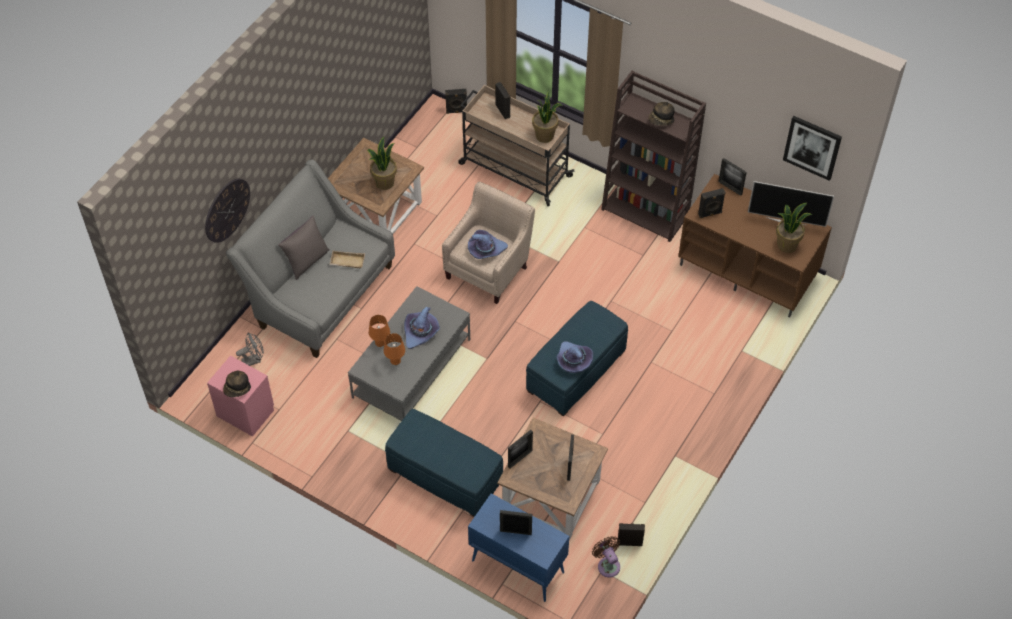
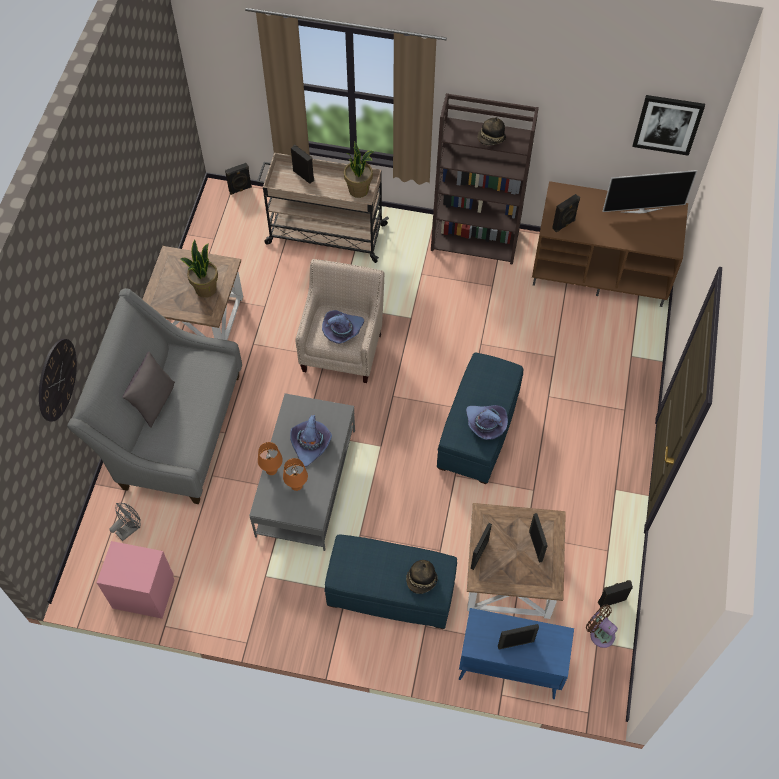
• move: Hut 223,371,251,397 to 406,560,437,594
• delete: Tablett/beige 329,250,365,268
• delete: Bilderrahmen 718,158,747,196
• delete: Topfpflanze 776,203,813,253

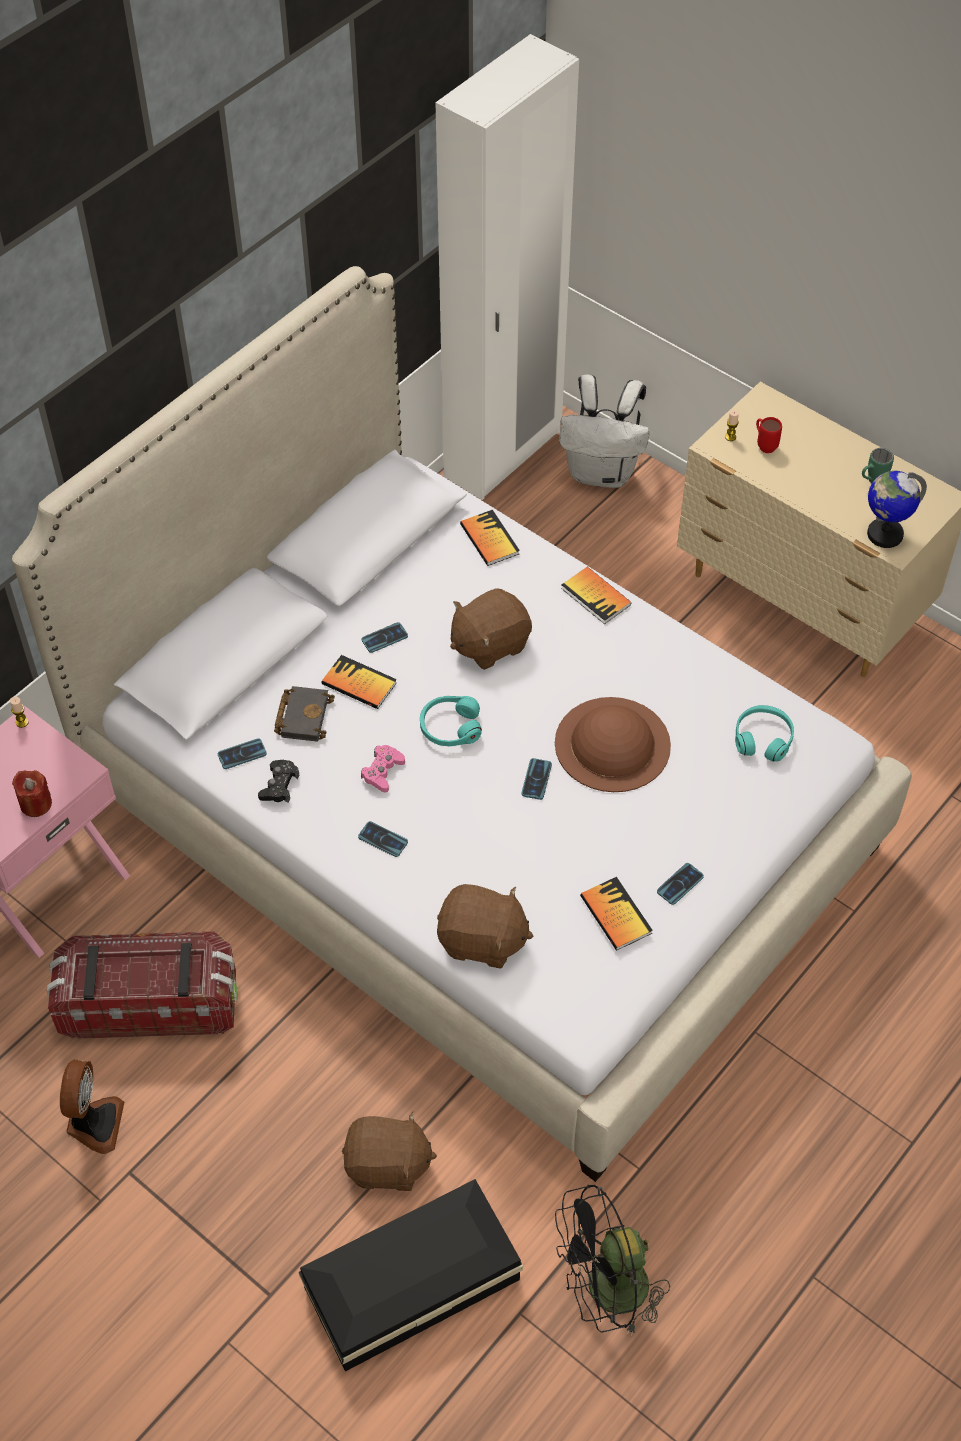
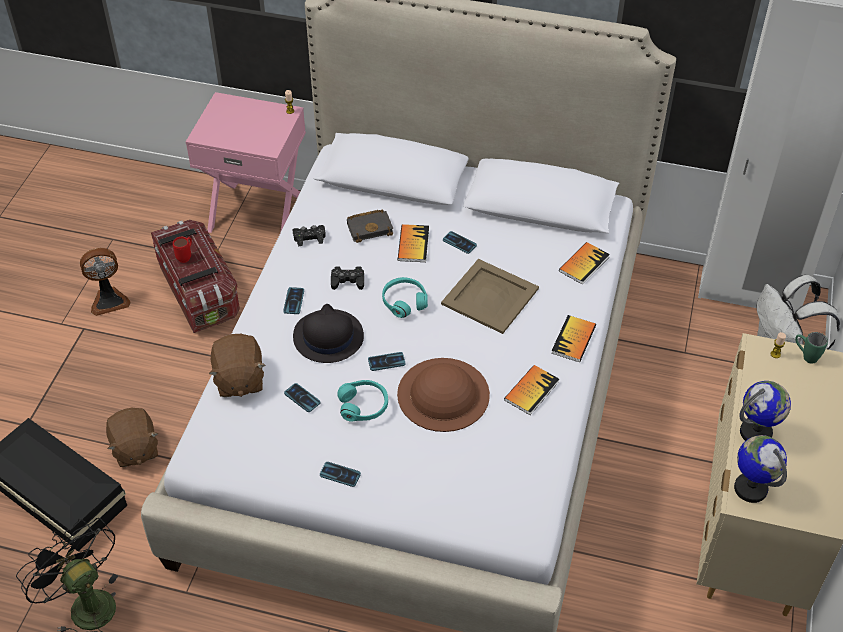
• move: Henkelbecher/rot 756,417,782,453 to 173,237,192,263
• move: Handy 218,738,267,769 to 284,383,320,412
• insert: Hut/schwarz 293,304,364,363
• recolor: Gamepad/rosa 361,745,405,792 to Gamepad/schwarz 331,267,364,290
• move: Kopfhörer/türkis 735,705,794,762 to 338,380,388,422
• replace: Plüschtier/braun 450,588,532,670 to Tablett/beige 441,259,539,334
• move: Buch 580,877,653,951 to 504,365,559,415
• insert: Globus 739,381,791,441
• move: Henkelbecher/grün 862,448,894,483 to 795,332,828,364
• delete: Kerze/rot 12,770,52,817

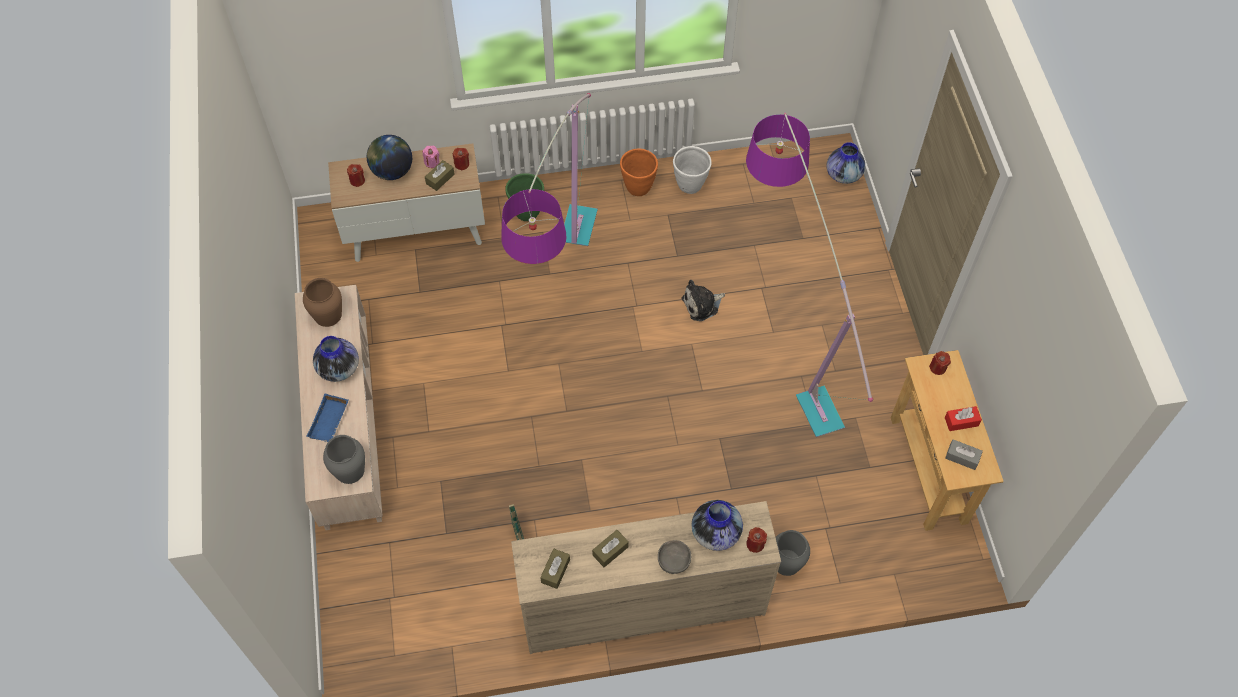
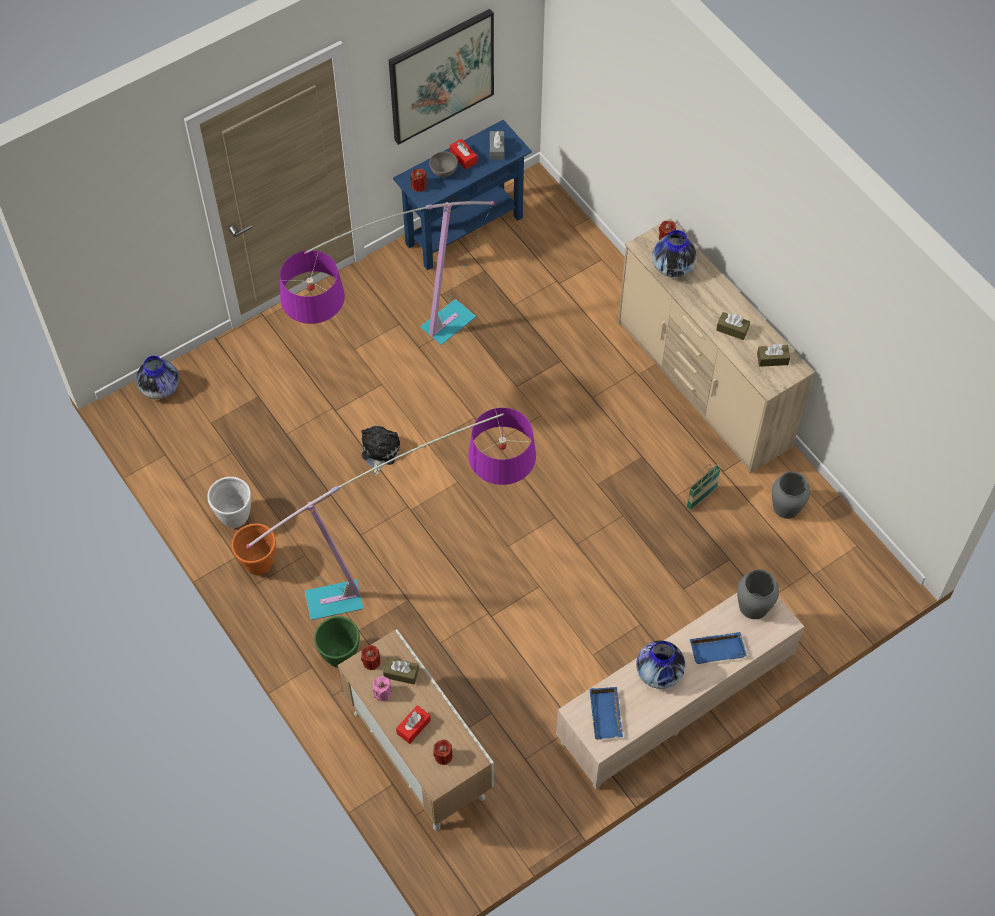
• rotate: Plüschtier 681,280,725,321 = 361,426,400,476 120 degrees counterclockwise
• insert: Bild 389,9,494,145
• recolor: Konsolentisch/beige 891,350,1004,531 to Konsolentisch/blau 393,120,532,270
• replace: Globus 367,135,412,180 to Taschentuchbox/rot 396,705,431,744
• move: Schüssel/grau 658,540,691,574 to 429,151,458,177
• replace: Vase/braun 303,278,342,327 to Tablett/blau 590,687,623,740
• move: Vase/grau 775,530,810,576 to 772,471,810,519

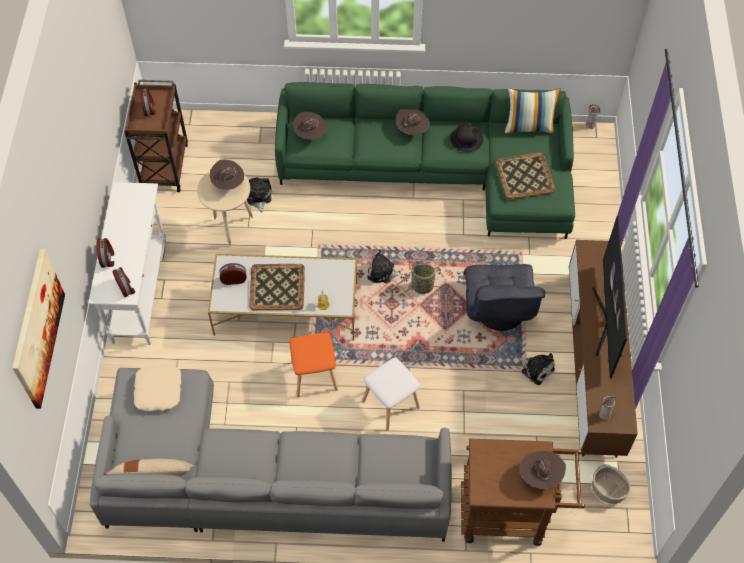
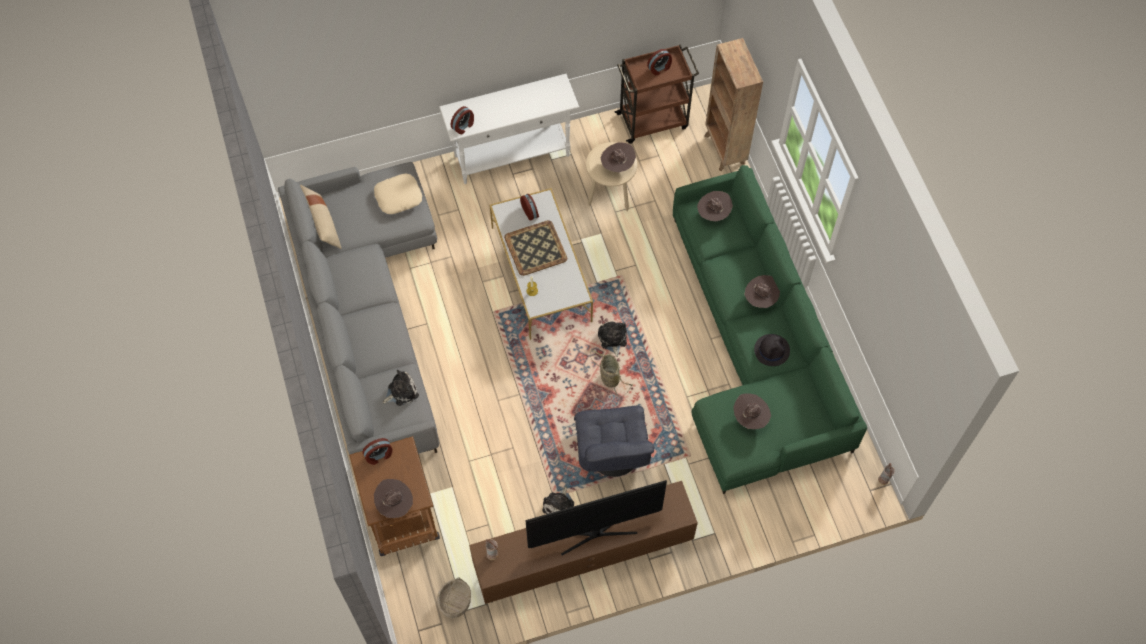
• move: Wecker 96,238,114,268 to 363,438,392,465
• move: Plüschtier 247,178,272,213 to 382,370,419,406
• rotate: Sessel/grau 464,264,545,331 = 574,406,654,477 75 degrees counterclockwise
• insert: Bücherregal/braun 704,38,763,171
• replace: Tablett 495,153,556,199 to Hut/braun 733,394,771,429
• delete: Bild 12,249,65,409
• delete: Hocker/orange 289,332,338,397
• delete: Hocker/weiß 362,358,420,431
• delete: Kissen 505,88,561,133

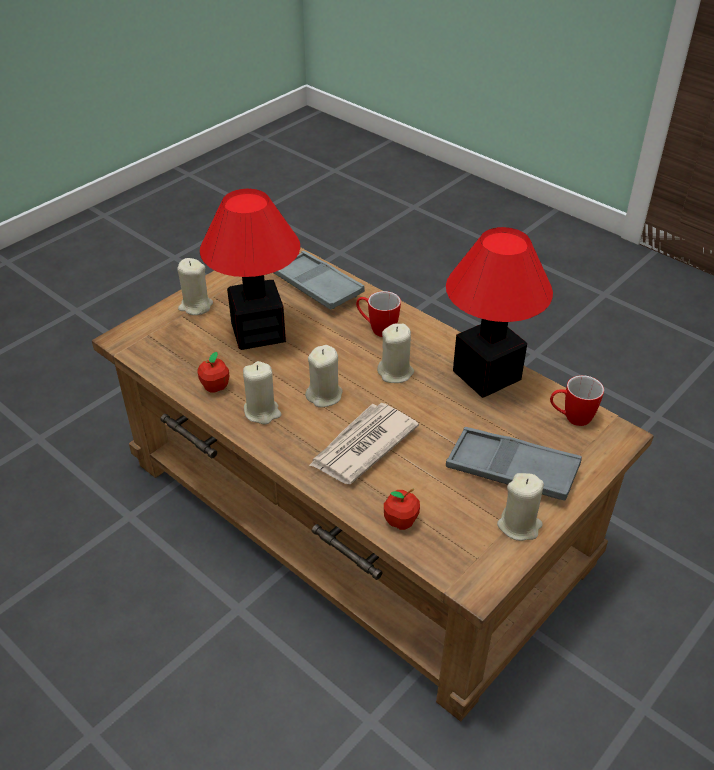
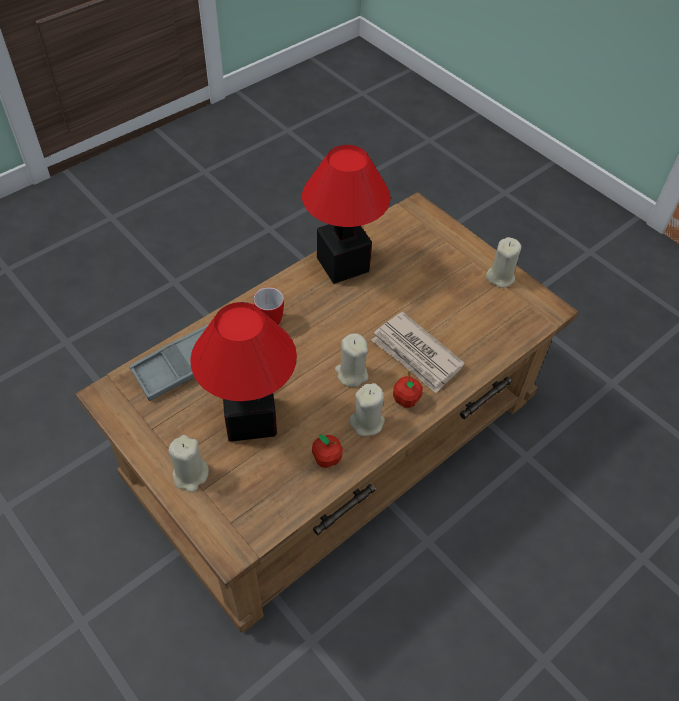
• move: Apfel 384,488,420,530 to 393,371,423,408
• delete: Kerze/beige 377,323,414,383
• delete: Tablett/grau 446,427,582,501
• delete: Henkelbecher 550,375,604,426

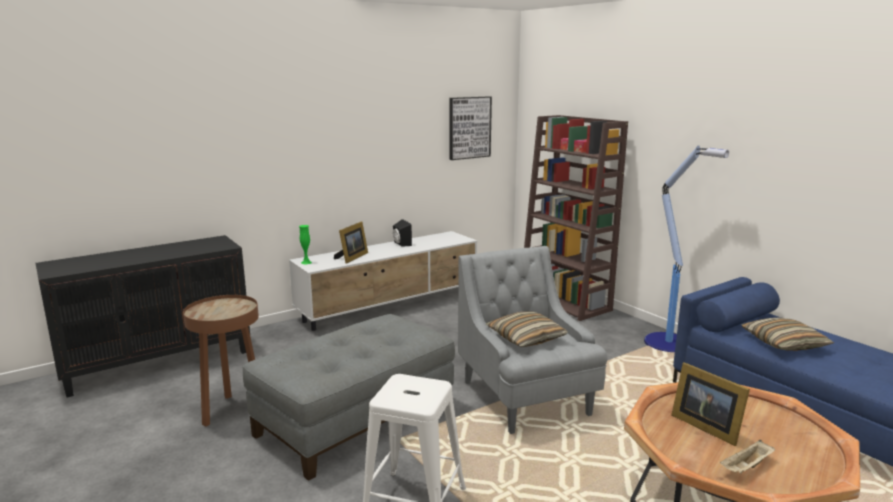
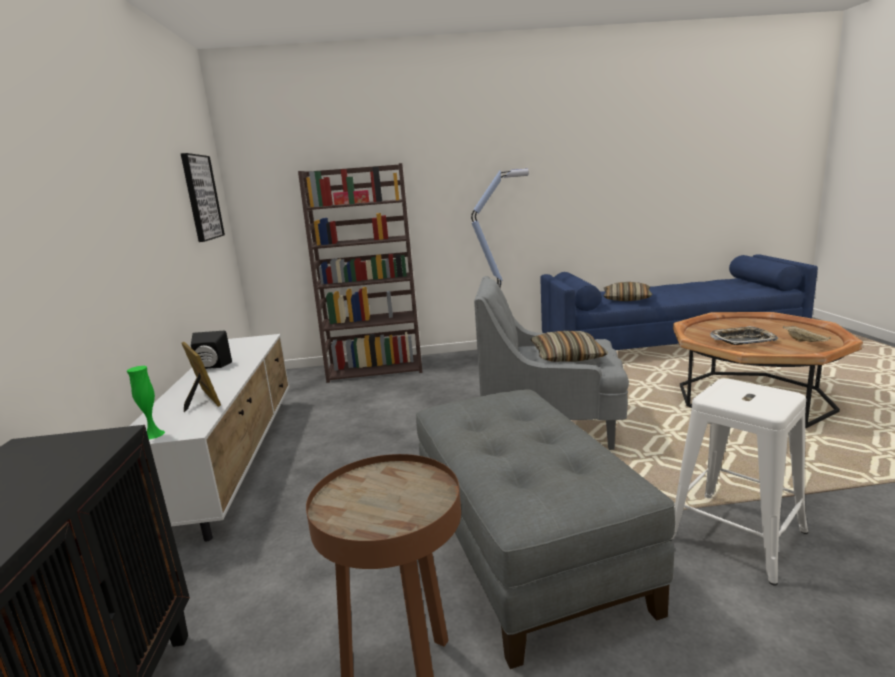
• replace: Bilderrahmen 671,362,750,446 to Tablett 710,326,778,345

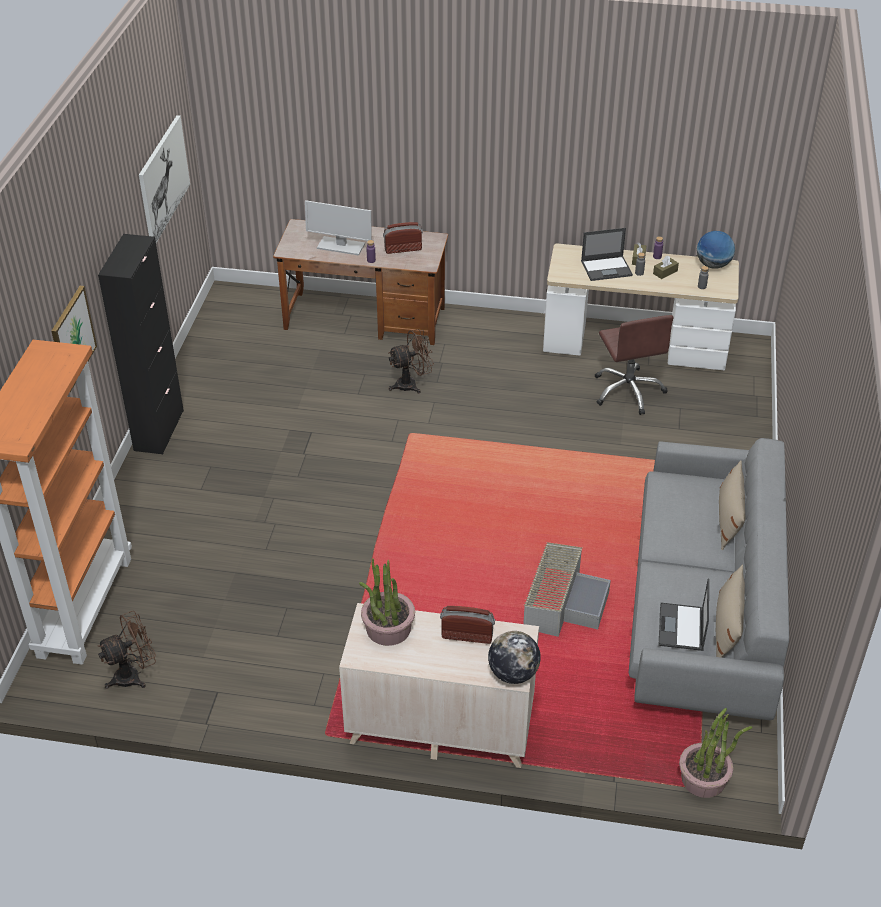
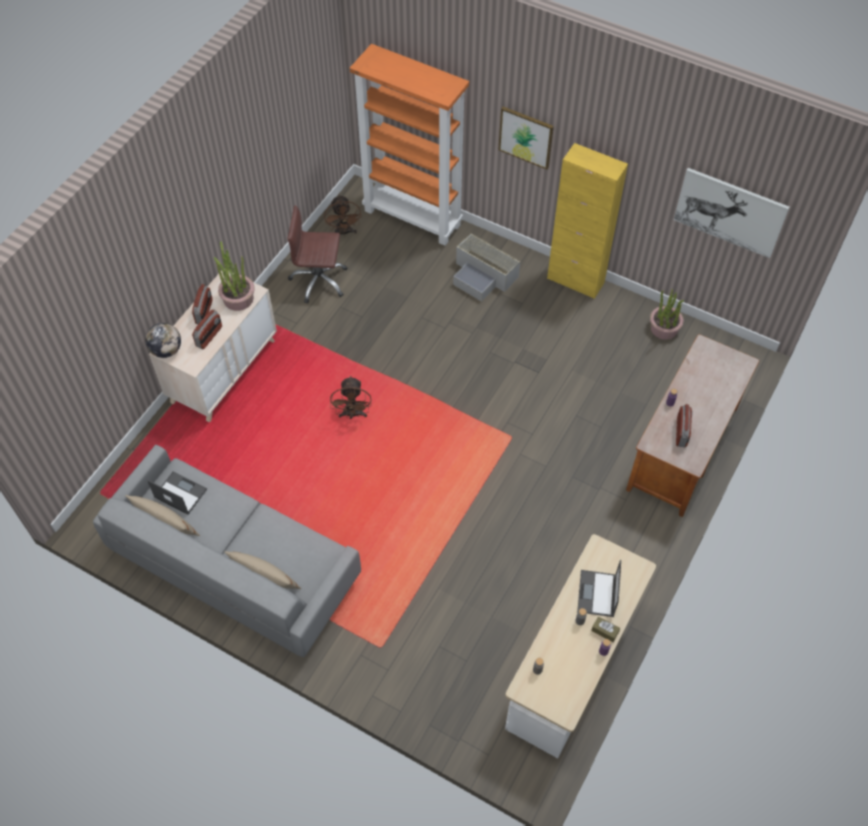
• insert: Radio 192,284,213,324
• move: Bürostuhl/braun 595,315,674,415 to 287,206,348,304
• move: Ventilator/braun 388,329,434,394 to 330,376,372,419
• move: Aufbewahrungsbox/grau 523,542,611,637 to 453,234,520,302
• recolor: Schrank/schwarz 98,234,184,454 to Schrank/gelb 547,143,628,299
• move: Topfpflanze 679,708,752,798 to 650,289,684,340
• delete: Monitor 305,200,372,255
• delete: Taschentuchbox/braun 653,256,679,279
• delete: Globus 697,231,735,269

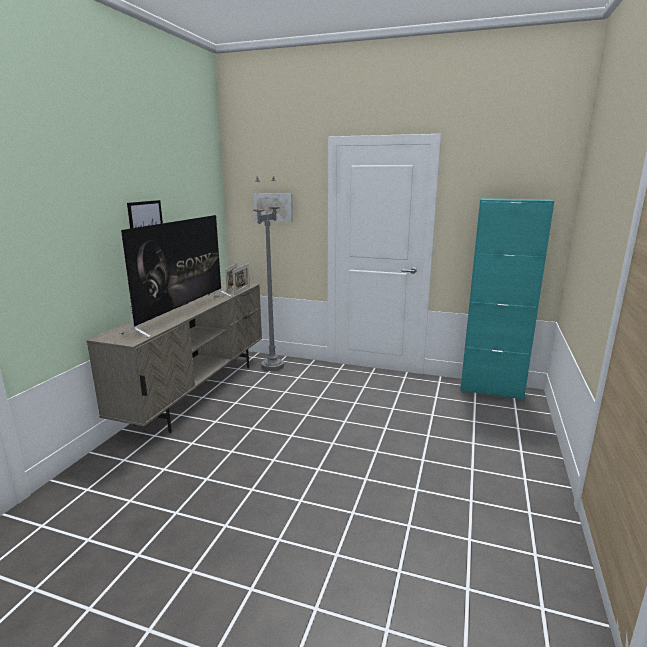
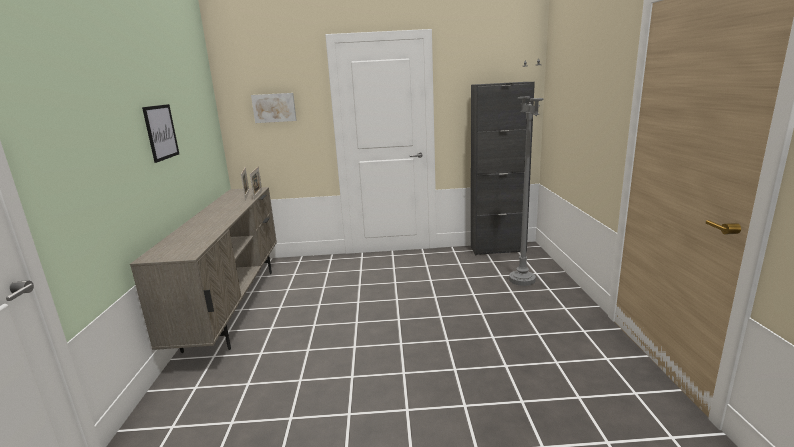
• recolor: Schrank/türkis 460,198,554,400 to Schrank/schwarz 471,82,535,255
• move: Stehlampe/grau 253,176,284,371 to 509,59,544,286
• delete: Fernseher 120,215,232,338

